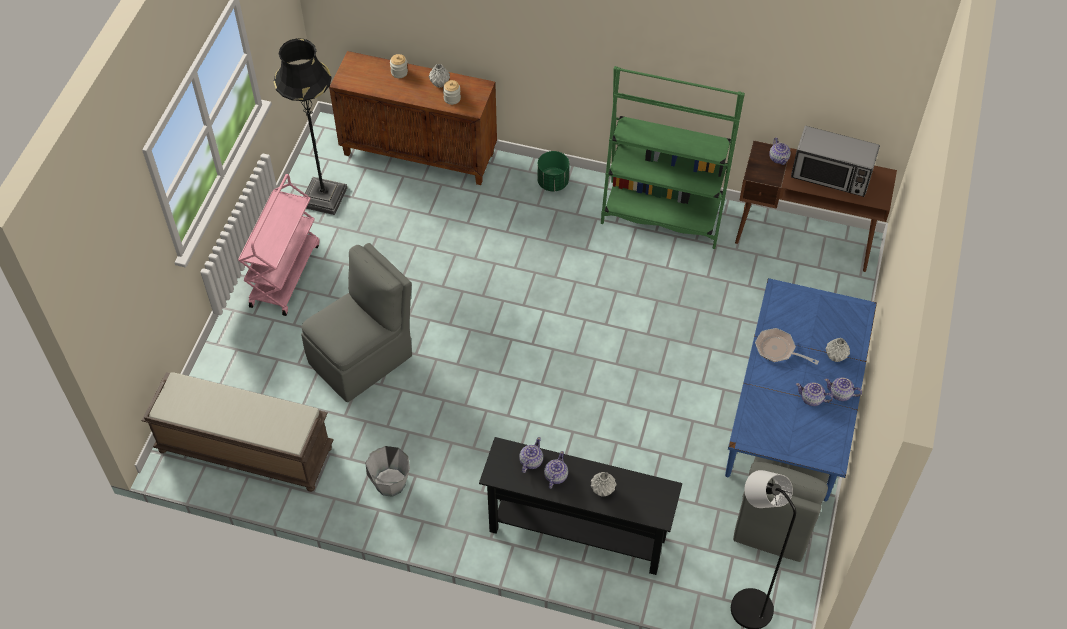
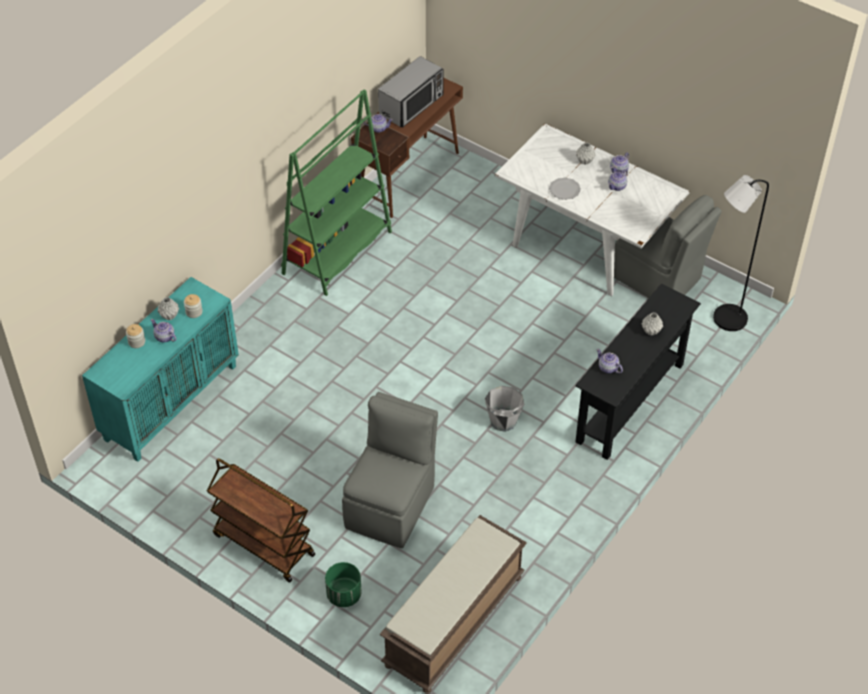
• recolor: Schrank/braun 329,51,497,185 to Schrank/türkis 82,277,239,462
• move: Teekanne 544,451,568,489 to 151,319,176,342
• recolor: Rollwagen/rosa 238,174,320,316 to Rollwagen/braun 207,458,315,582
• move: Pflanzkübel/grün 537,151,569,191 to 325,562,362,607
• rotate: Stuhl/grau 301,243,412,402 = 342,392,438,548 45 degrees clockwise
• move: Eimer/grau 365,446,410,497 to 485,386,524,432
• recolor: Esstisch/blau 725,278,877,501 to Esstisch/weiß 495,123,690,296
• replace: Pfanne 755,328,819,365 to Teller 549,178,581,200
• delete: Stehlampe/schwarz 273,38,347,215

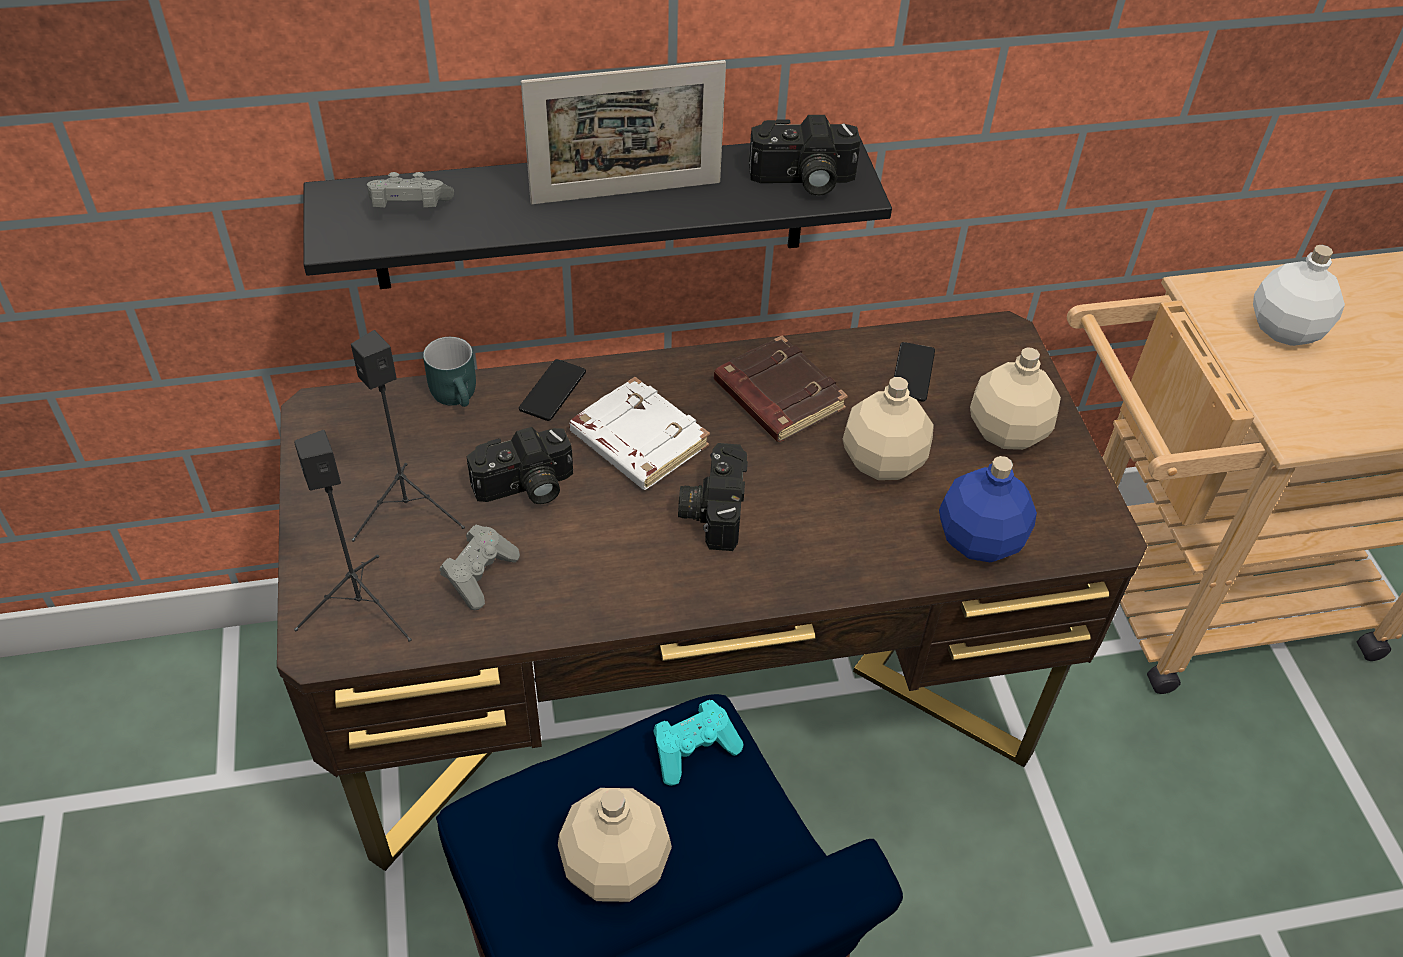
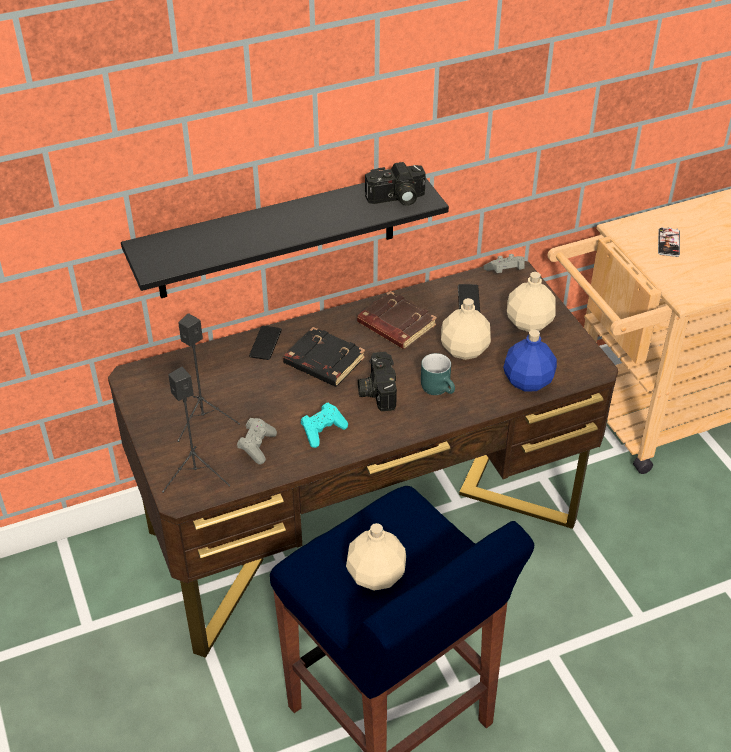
• recolor: Buch/weiß 569,377,710,490 to Buch/schwarz 283,327,365,387
• move: Gamepad/türkis 653,700,744,786 to 301,403,348,448
• move: Henkelbecher/türkis 423,337,476,407 to 421,353,455,395
• move: Gamepad/grau 367,172,454,208 to 483,254,525,273
• replace: Flasche/weiß 1253,245,1345,346 to Handy 658,227,680,257
• delete: Kamera 467,427,573,504
• delete: Bilderrahmen 521,60,726,204

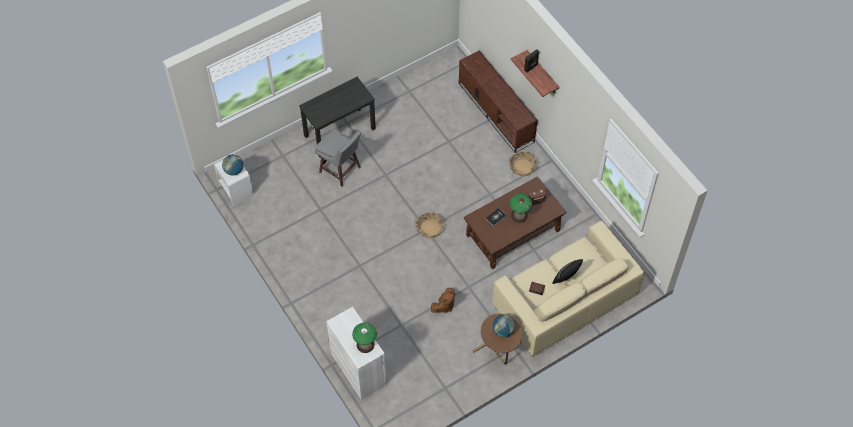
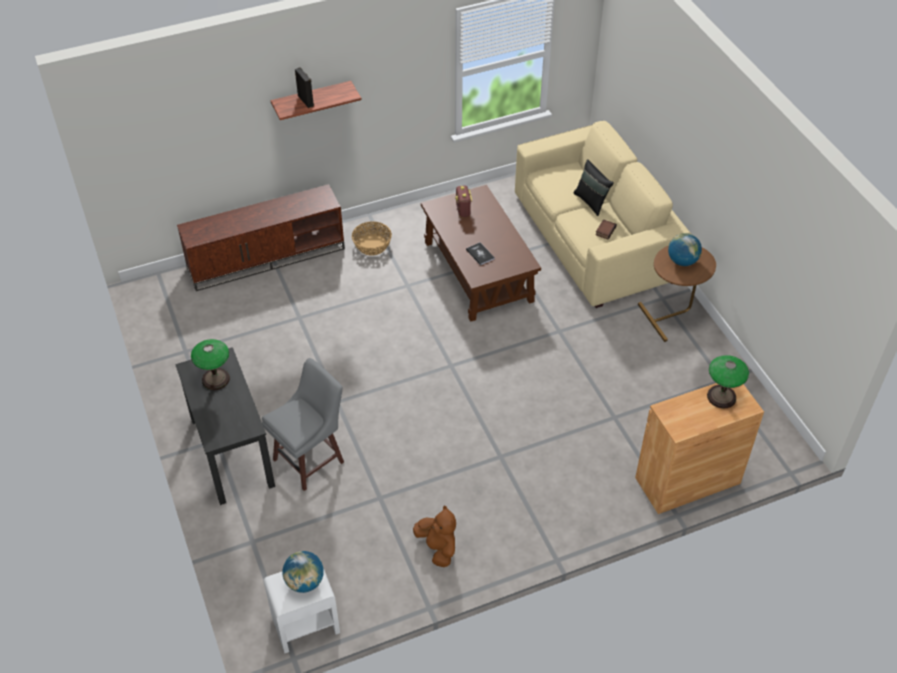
• move: Tischlampe 510,194,532,223 to 191,339,230,390
• move: Plüschtier/braun 431,287,455,313 to 413,505,456,567
• recolor: Schrank/weiß 326,307,387,400 to Schrank/braun 635,383,764,514
• delete: Korb 416,212,444,238

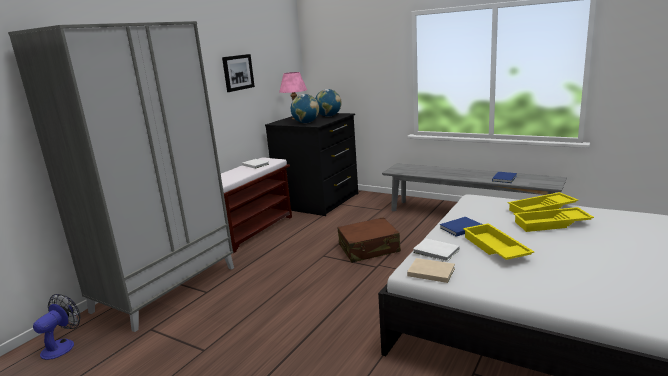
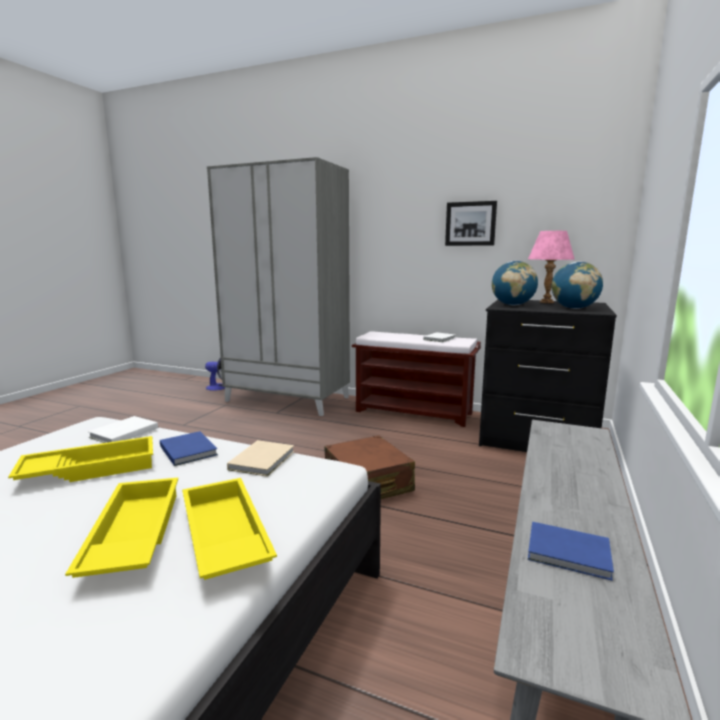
• move: Buch/beige 407,258,455,283 to 227,440,294,477

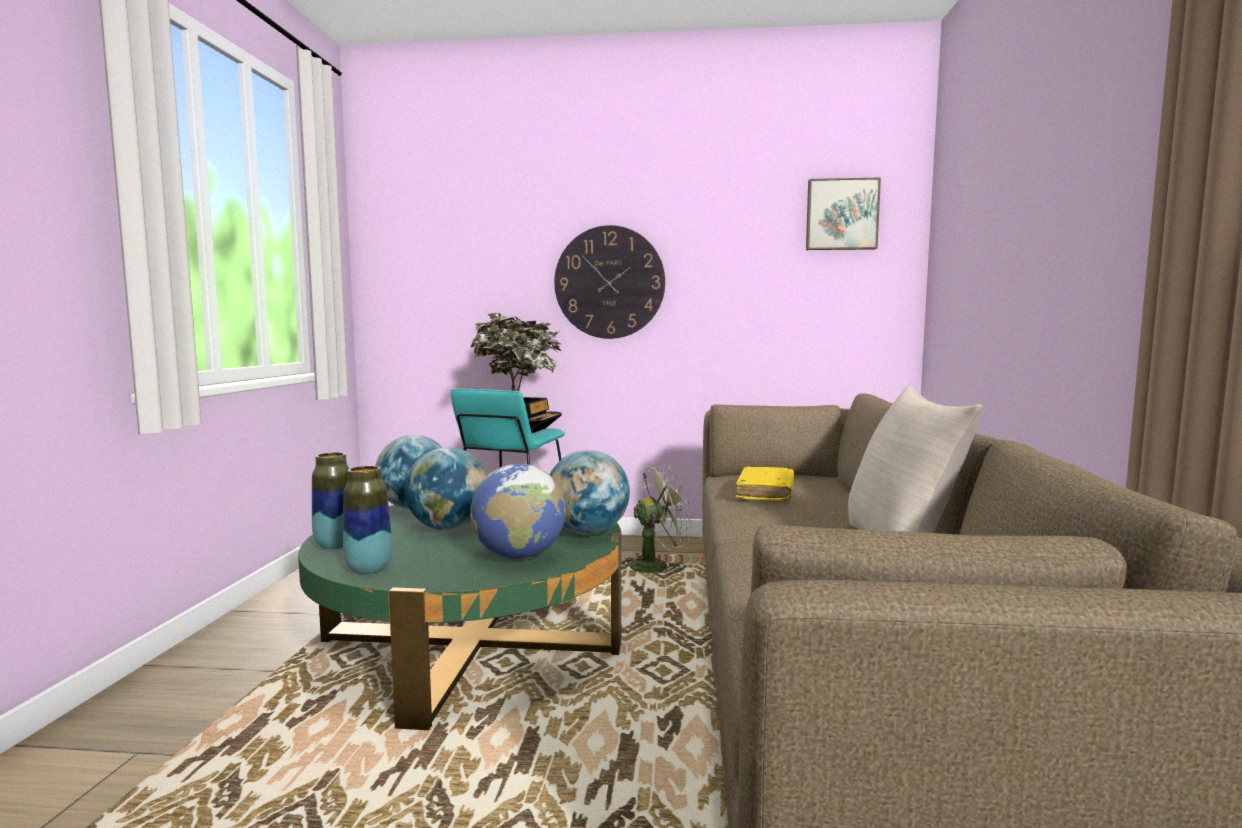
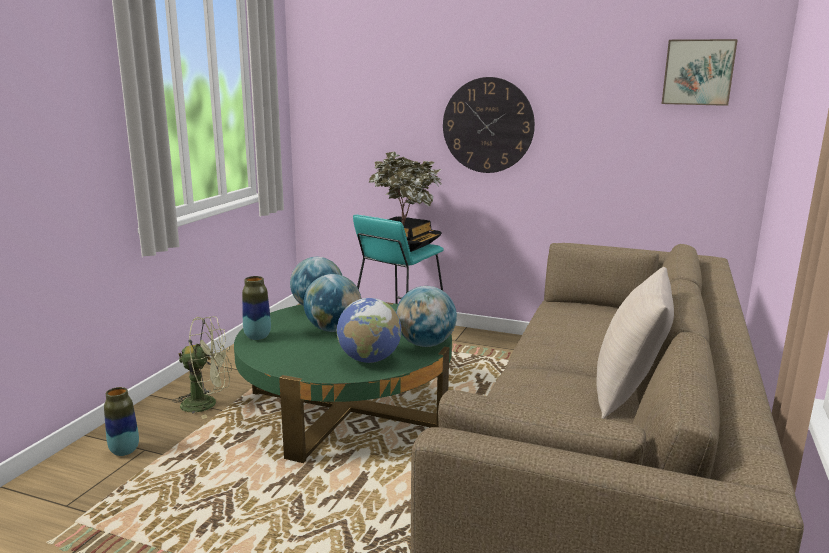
• move: Vase 343,466,392,574 to 104,387,139,456
• move: Ventilator/grün 621,465,693,573 to 172,316,232,419
• delete: Buch/gelb 736,466,794,501

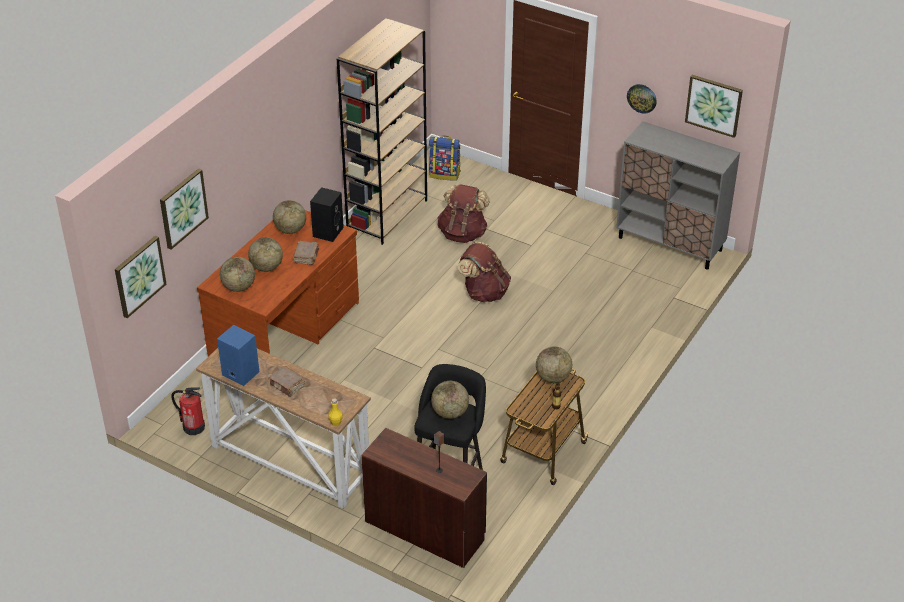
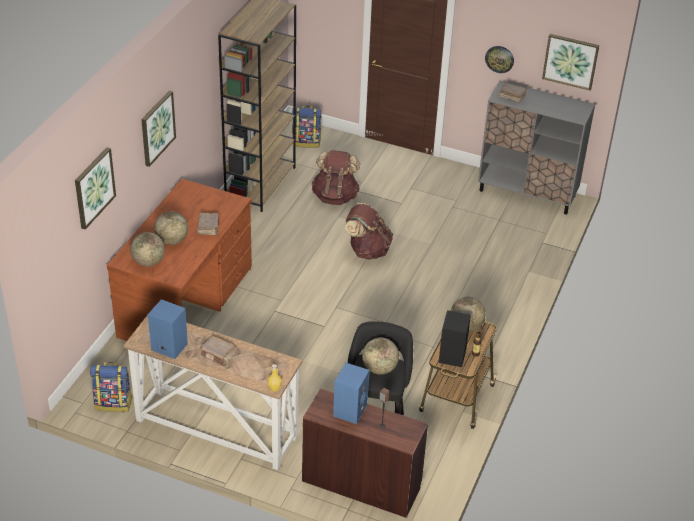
• replace: Feuerlöscher 171,387,205,435 to Rucksack 90,362,132,412
• move: Bild 115,236,166,318 to 141,91,176,167
• insert: Lautsprecher/blau 333,363,369,424
• move: Lautsprecher/schwarz 310,187,344,242 to 439,310,471,367
• insert: Buch/braun 499,83,527,103
• delete: Globus 273,200,306,234

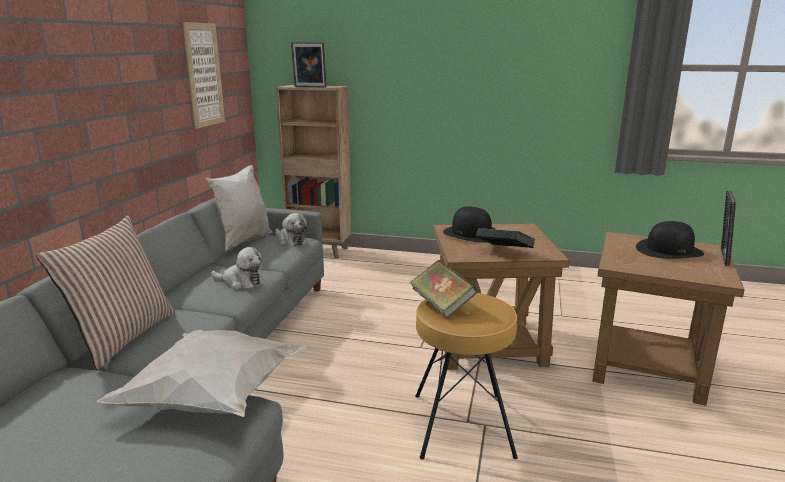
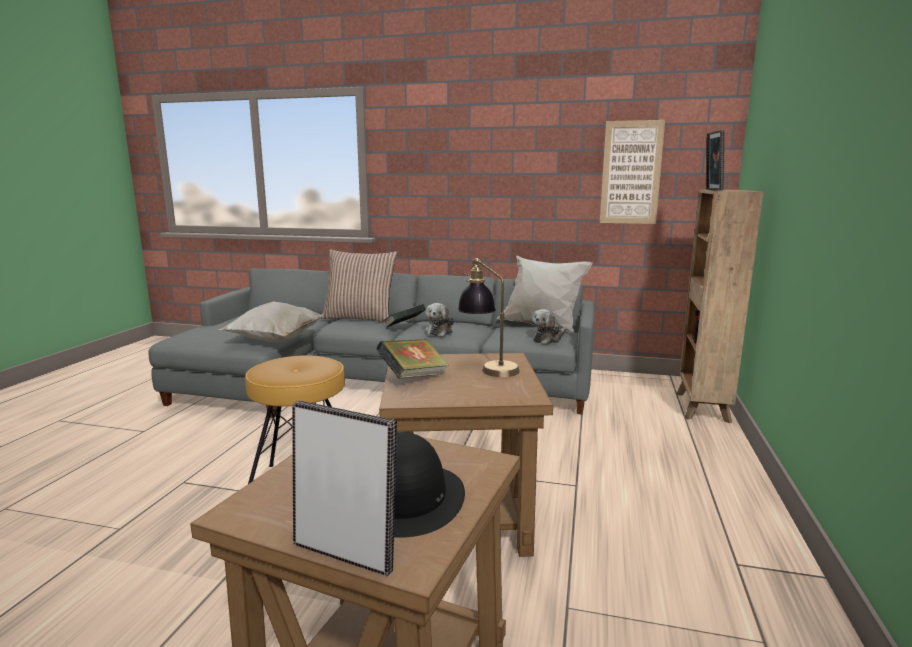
• move: Buch 410,260,477,318 to 383,304,426,328
• replace: Hut/schwarz 443,207,495,243 to Tischlampe 458,258,520,377

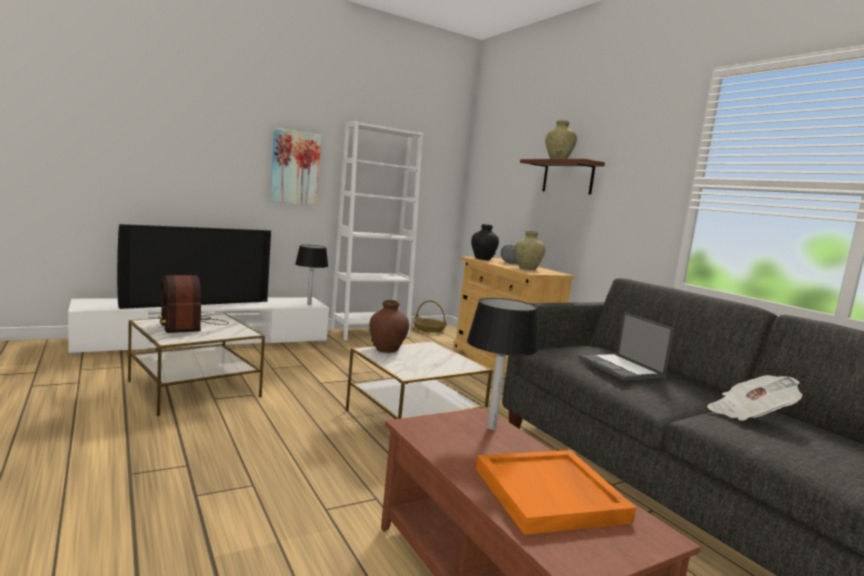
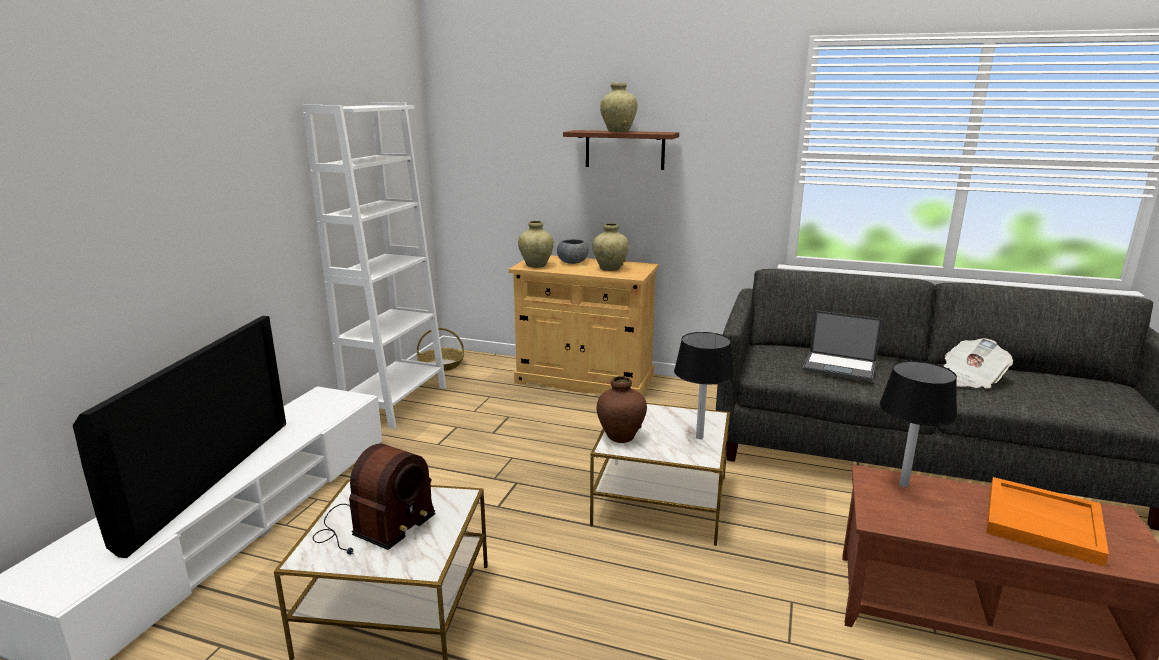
• rotate: Radio 158,275,229,333 = 313,444,435,555 75 degrees counterclockwise
• recolor: Vase/schwarz 471,224,499,260 to Vase/beige 518,221,554,268
• move: Tischlampe/schwarz 295,245,328,305 to 674,332,734,439
• delete: Bild 270,128,321,205

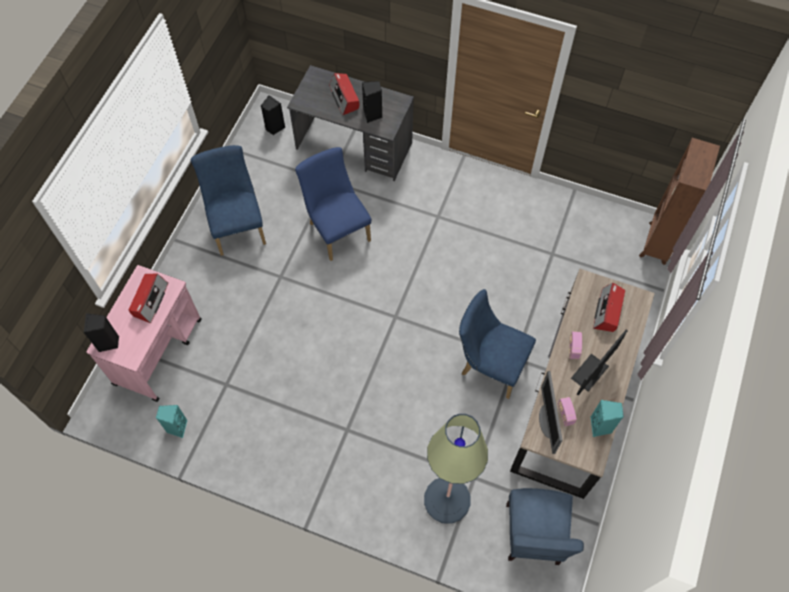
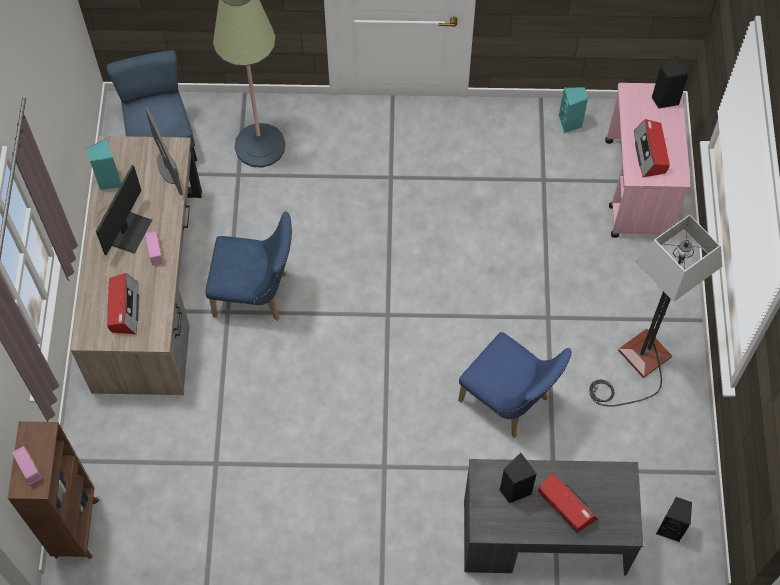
• move: Radio 558,397,577,426 to 12,446,42,485
• replace: Stuhl/blau 191,145,266,256 to Stehlampe 589,214,722,407

